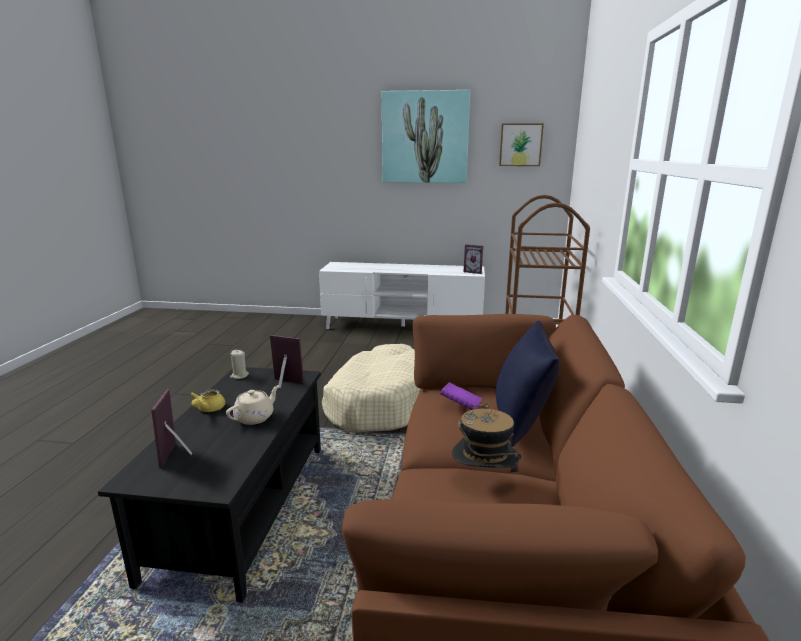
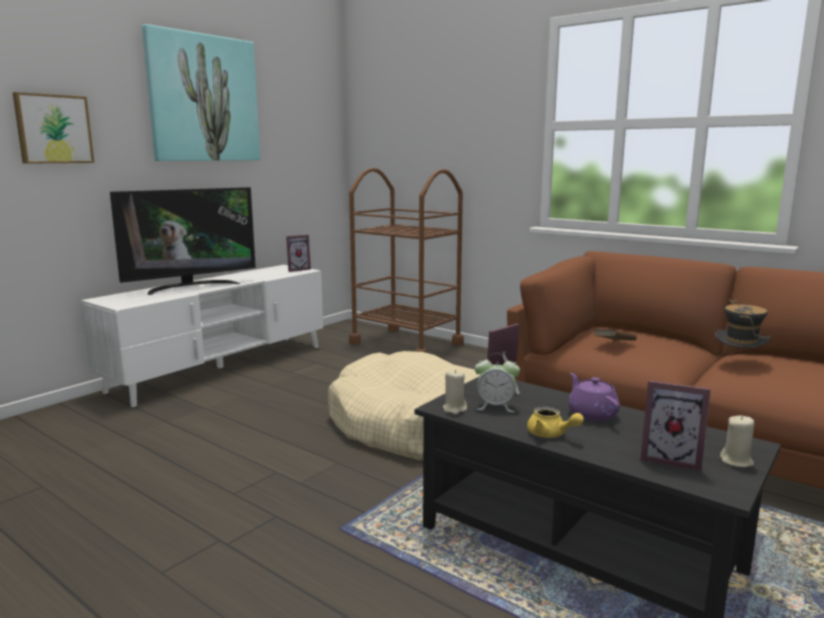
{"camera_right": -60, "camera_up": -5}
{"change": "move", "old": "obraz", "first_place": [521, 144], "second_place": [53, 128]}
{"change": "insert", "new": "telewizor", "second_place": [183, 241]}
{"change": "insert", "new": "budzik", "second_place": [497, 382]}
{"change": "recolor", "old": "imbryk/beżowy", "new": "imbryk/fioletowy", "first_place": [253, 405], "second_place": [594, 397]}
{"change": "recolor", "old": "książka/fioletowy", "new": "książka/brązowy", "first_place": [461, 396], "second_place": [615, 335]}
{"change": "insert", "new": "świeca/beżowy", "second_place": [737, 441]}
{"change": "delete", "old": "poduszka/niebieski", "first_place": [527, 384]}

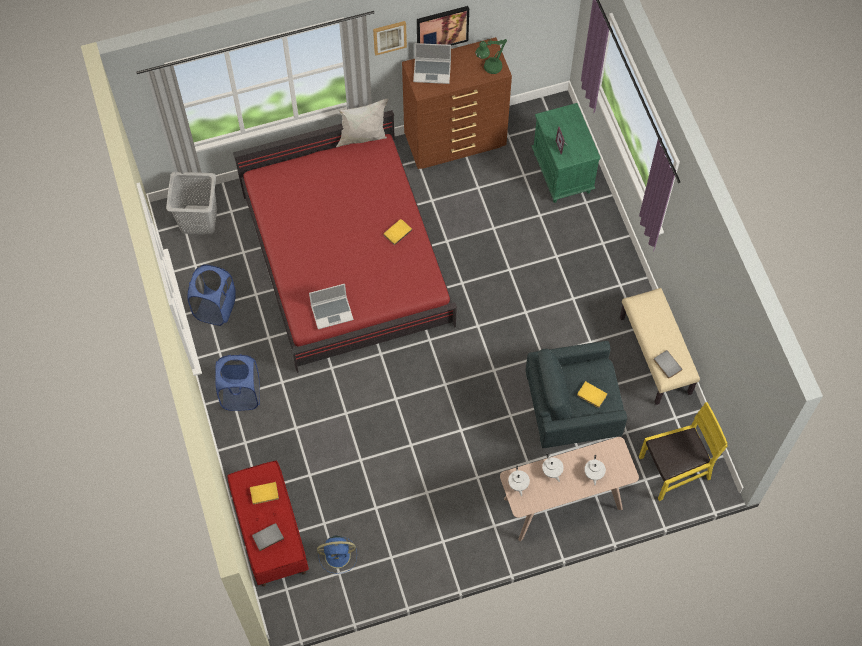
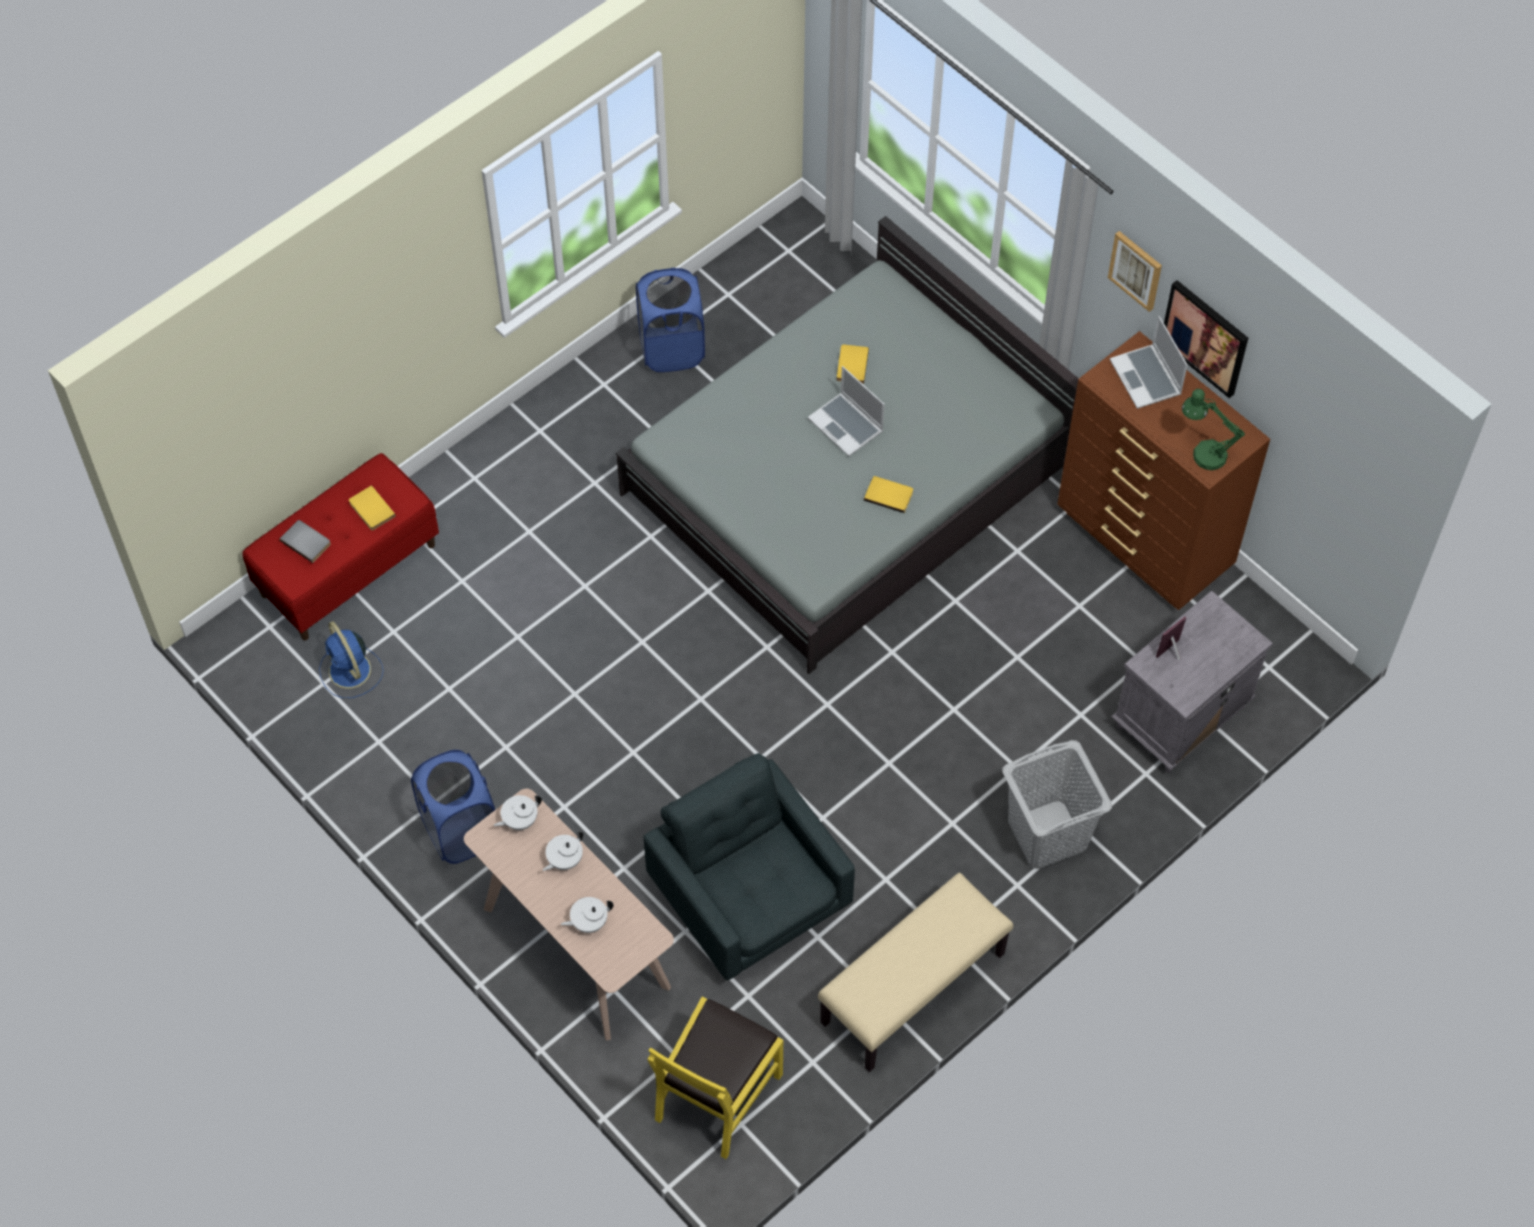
{"camera_right": 65, "camera_up": -5}
{"change": "move", "old": "kosz na pranie/niebieski", "first_place": [237, 382], "second_place": [453, 807]}
{"change": "recolor", "old": "łóżko/czerwony", "new": "łóżko/szary", "first_place": [345, 241], "second_place": [847, 445]}
{"change": "rotate", "old": "krzesło/żółty", "first_place": [683, 451], "second_place": [715, 1078], "degrees": 75}
{"change": "move", "old": "laptop", "first_place": [331, 306], "second_place": [846, 411]}
{"change": "move", "old": "książka/żółty", "first_place": [592, 394], "second_place": [853, 364]}
{"change": "move", "old": "kosz na pranie/szary", "first_place": [191, 203], "second_place": [1057, 804]}
{"change": "recolor", "old": "szafka nocna/zielony", "new": "szafka nocna/szary", "first_place": [566, 153], "second_place": [1192, 682]}
{"change": "delete", "old": "poduszka/biały", "first_place": [362, 123]}
{"change": "delete", "old": "książka/szary", "first_place": [668, 364]}

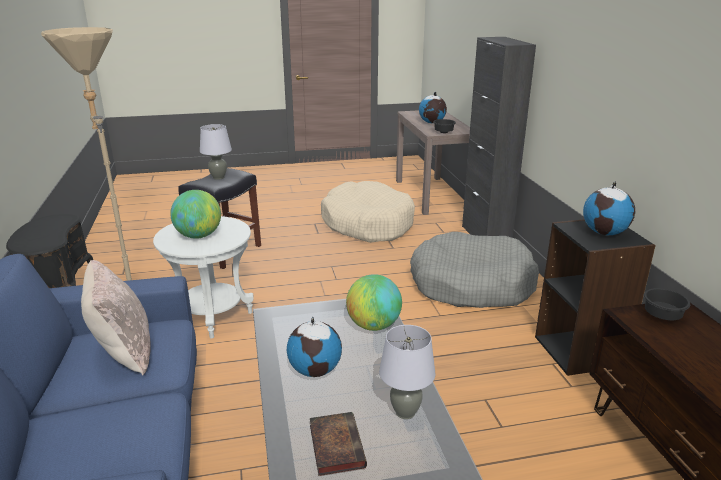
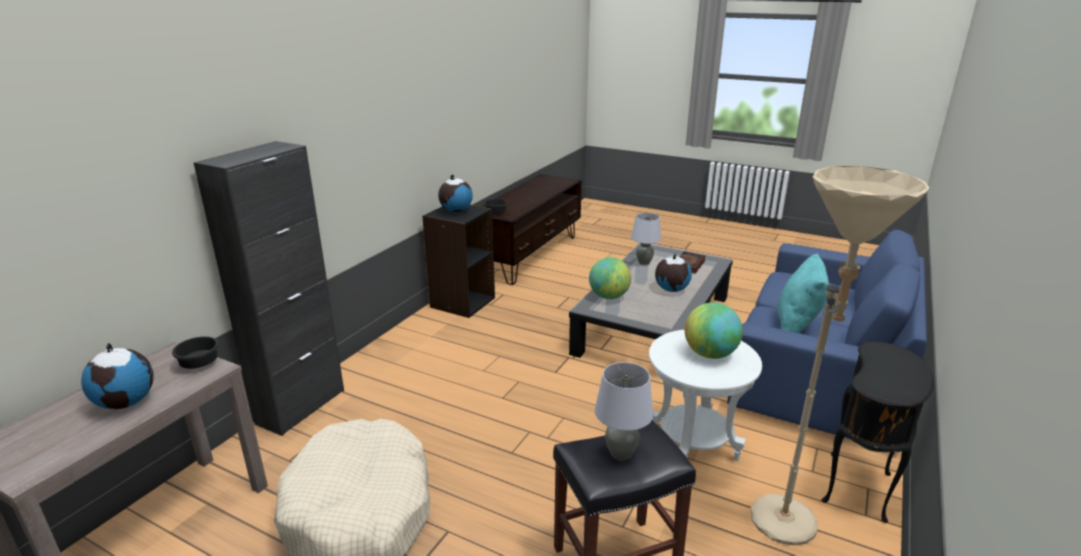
{"camera_right": -140, "camera_up": 0}
{"change": "recolor", "old": "poduszka/beżowy", "new": "poduszka/turkusowy", "first_place": [116, 318], "second_place": [803, 293]}
{"change": "delete", "old": "legowisko/szary", "first_place": [474, 270]}

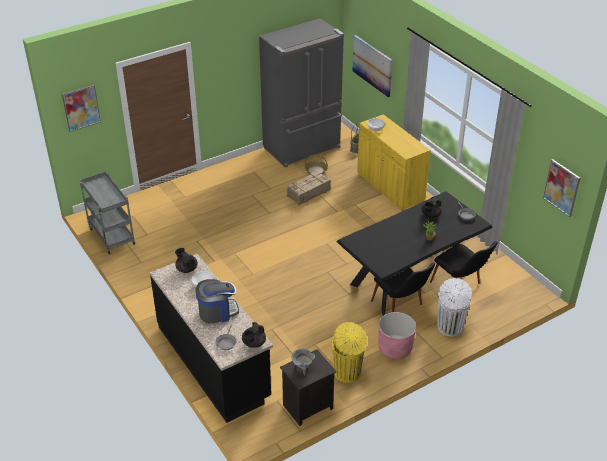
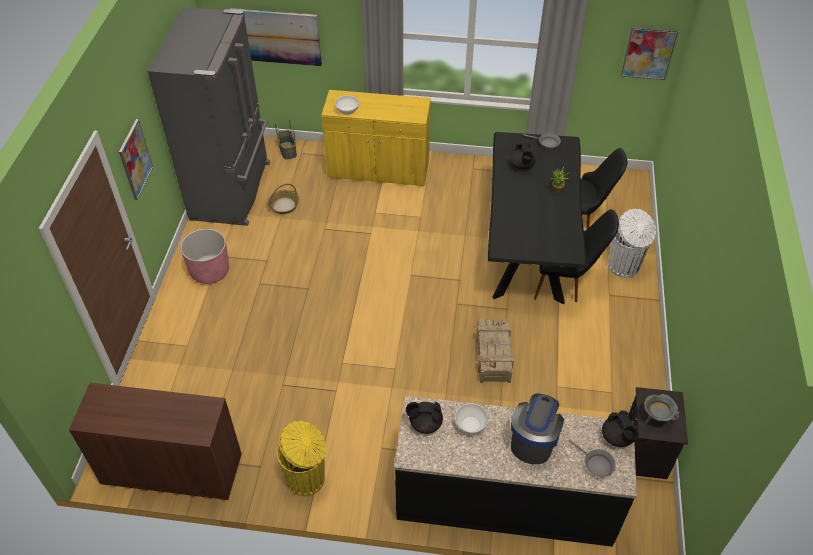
{"camera_right": -50, "camera_up": 10}
{"change": "replace", "old": "wózek/szary", "new": "szafka/brązowy", "first_place": [107, 212], "second_place": [155, 441]}
{"change": "move", "old": "obraz", "first_place": [81, 108], "second_place": [136, 159]}
{"change": "move", "old": "donica/różowy", "first_place": [397, 335], "second_place": [204, 256]}
{"change": "move", "old": "kosz na śmieci/żółty", "first_place": [349, 352], "second_place": [301, 458]}
{"change": "move", "old": "skrzynka", "first_place": [309, 188], "second_place": [495, 351]}

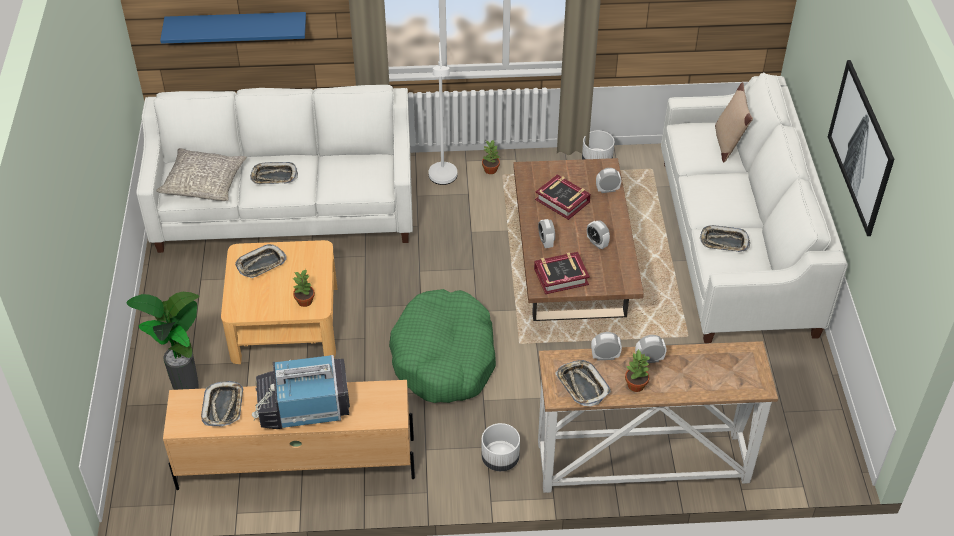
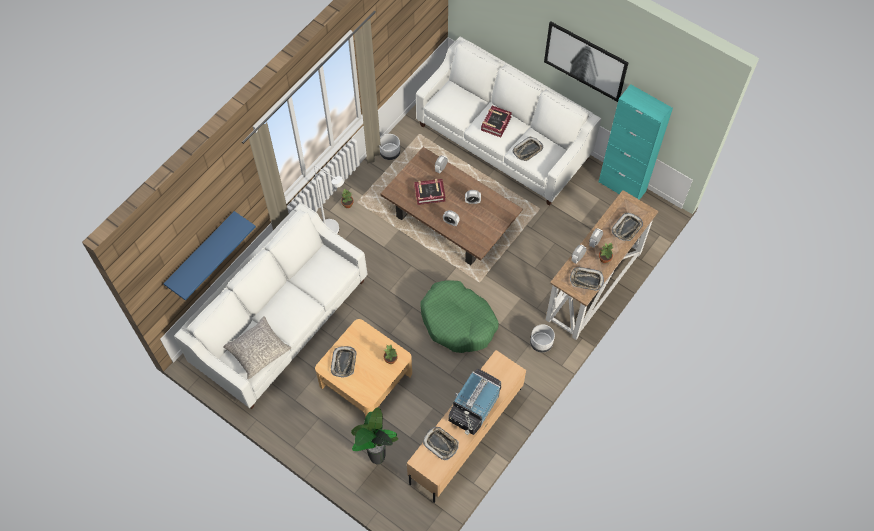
{"camera_right": -50, "camera_up": 15}
{"change": "move", "old": "książka", "first_place": [562, 273], "second_place": [496, 121]}
{"change": "insert", "new": "szafka/turkusowy", "second_place": [636, 142]}
{"change": "move", "old": "taca", "first_place": [274, 173], "second_place": [627, 227]}
{"change": "delete", "old": "poduszka/beżowy", "first_place": [734, 122]}

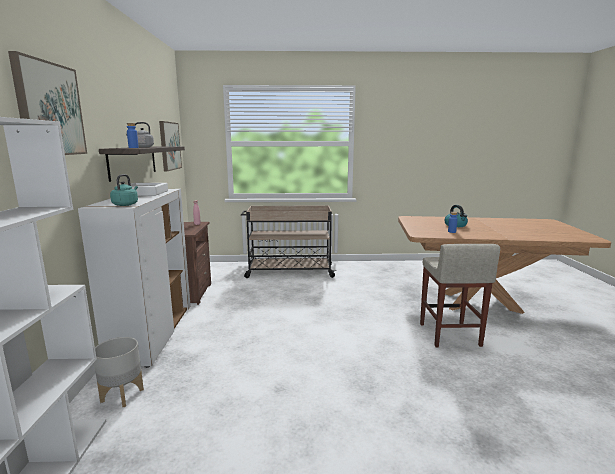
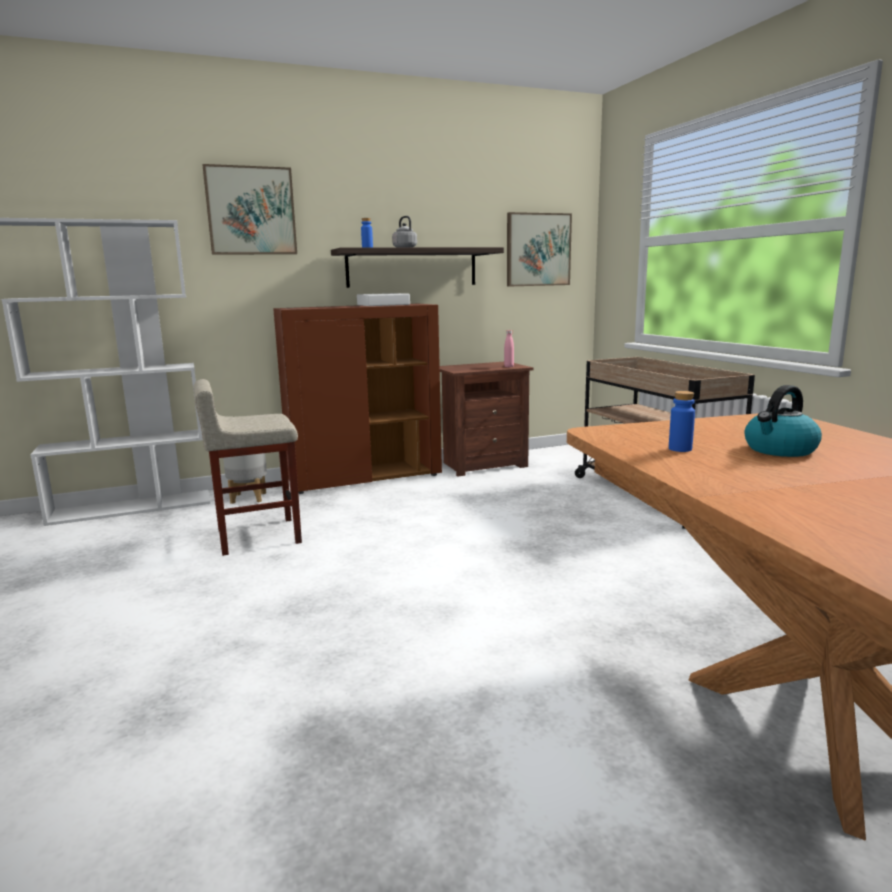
{"camera_right": 70, "camera_up": 0}
{"change": "move", "old": "stołek/beżowy", "first_place": [460, 295], "second_place": [247, 467]}
{"change": "recolor", "old": "szafka/biały", "new": "szafka/brązowy", "first_place": [134, 278], "second_place": [357, 399]}
{"change": "delete", "old": "czajnik/turkusowy", "first_place": [124, 190]}

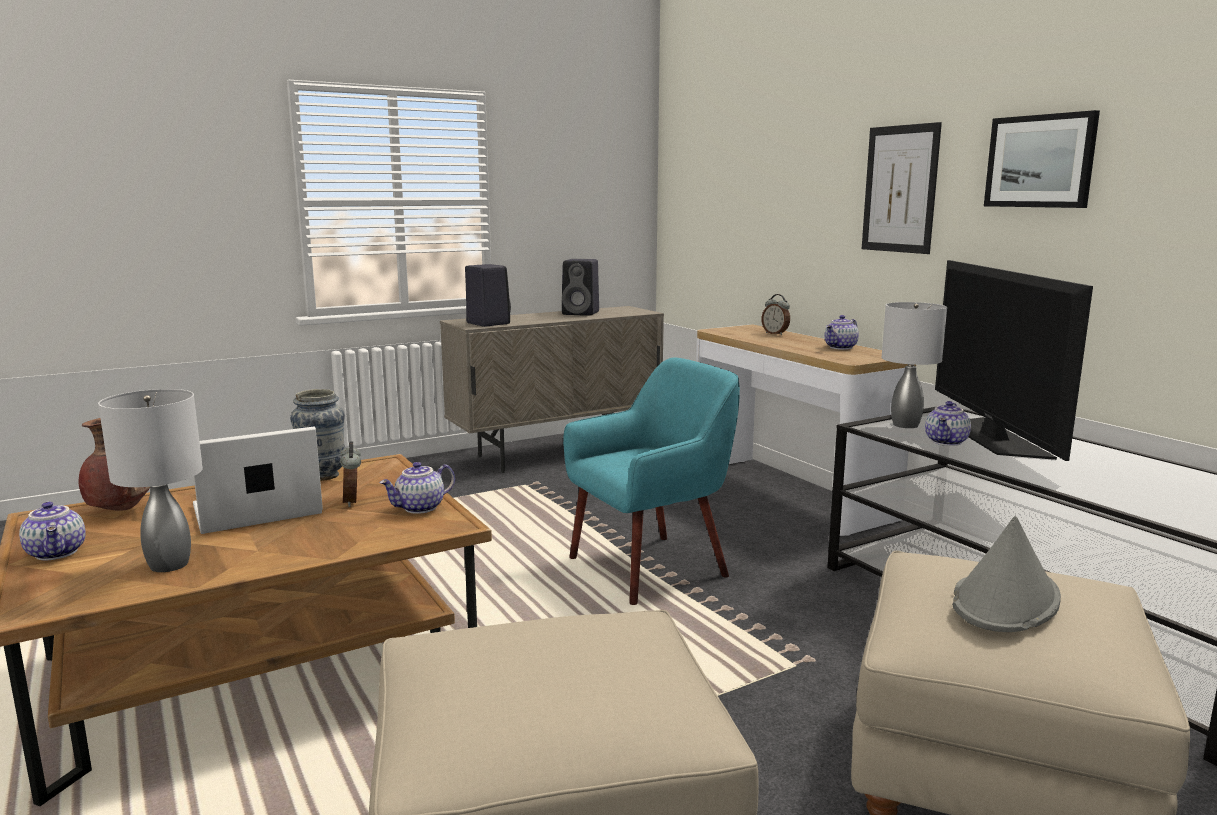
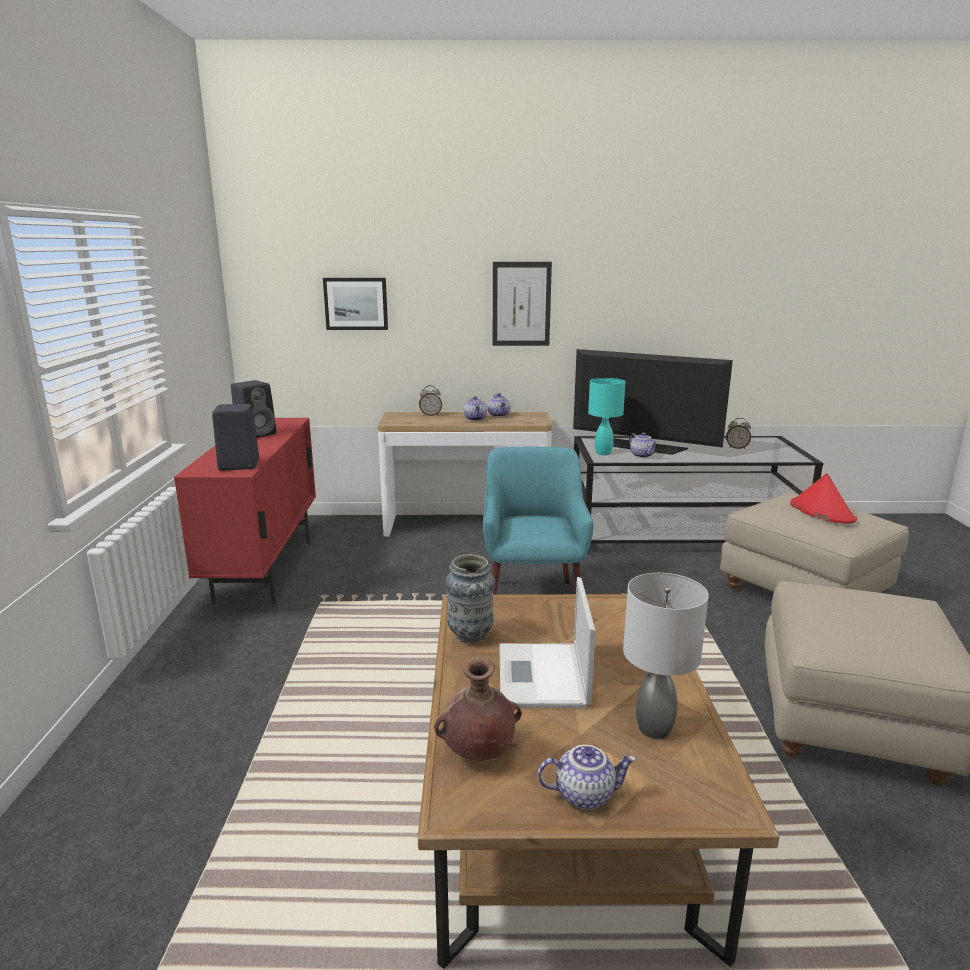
{"camera_right": -60, "camera_up": 5}
{"change": "recolor", "old": "szafka/beżowy", "new": "szafka/czerwony", "first_place": [552, 389], "second_place": [245, 511]}
{"change": "move", "old": "obraz", "first_place": [1042, 159], "second_place": [355, 304]}
{"change": "move", "old": "imbryk", "first_place": [417, 488], "second_place": [475, 408]}
{"change": "recolor", "old": "lampa stołowa/szary", "new": "lampa stołowa/turkusowy", "first_place": [914, 365], "second_place": [607, 416]}
{"change": "move", "old": "budzik", "first_place": [350, 474], "second_place": [738, 433]}
{"change": "recolor", "old": "kapelusz/szary", "new": "kapelusz/czerwony", "first_place": [1006, 574], "second_place": [823, 498]}

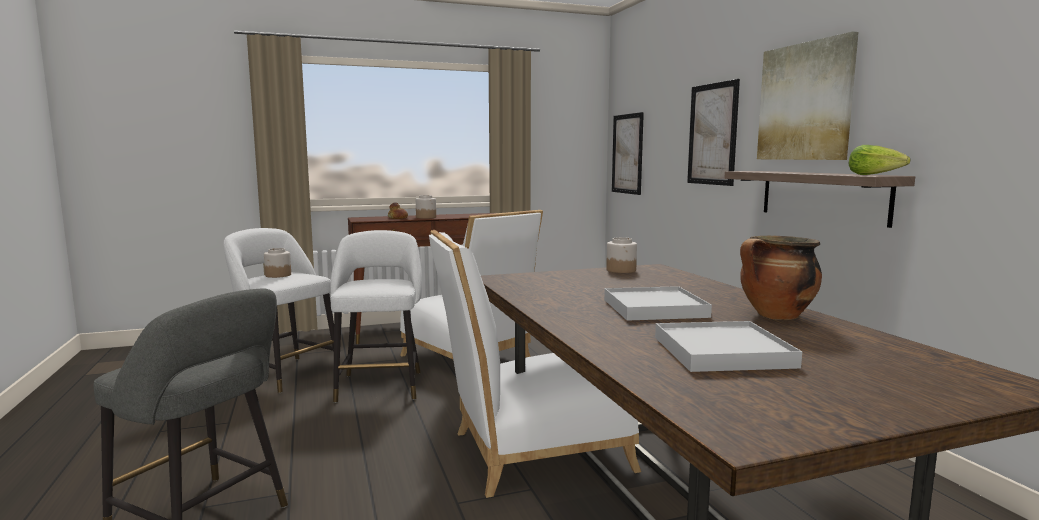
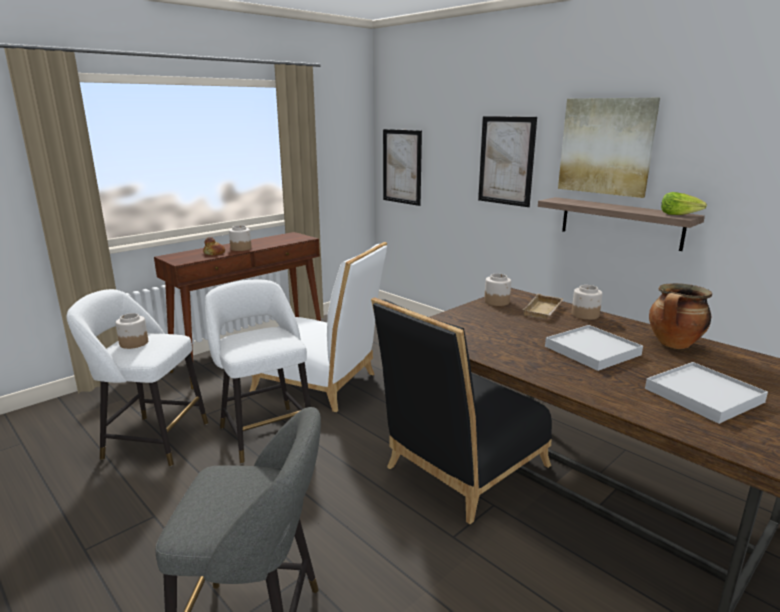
{"camera_right": -25, "camera_up": 10}
{"change": "recolor", "old": "krzesło/biały", "new": "krzesło/czarny", "first_place": [535, 364], "second_place": [461, 410]}
{"change": "insert", "new": "taca/beżowy", "second_place": [543, 306]}
{"change": "insert", "new": "słoik", "second_place": [587, 302]}

